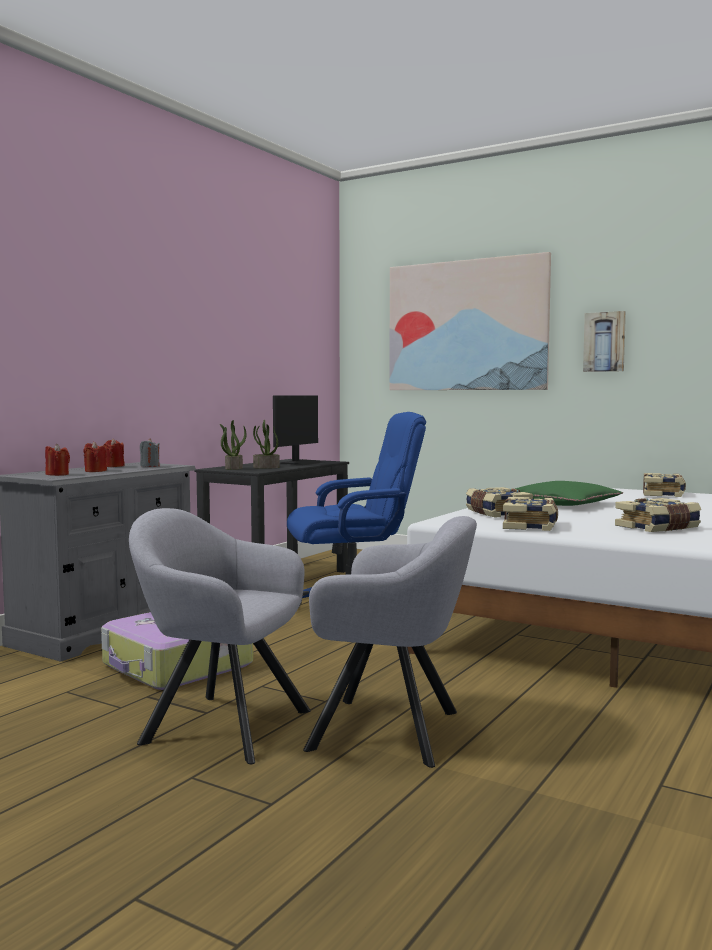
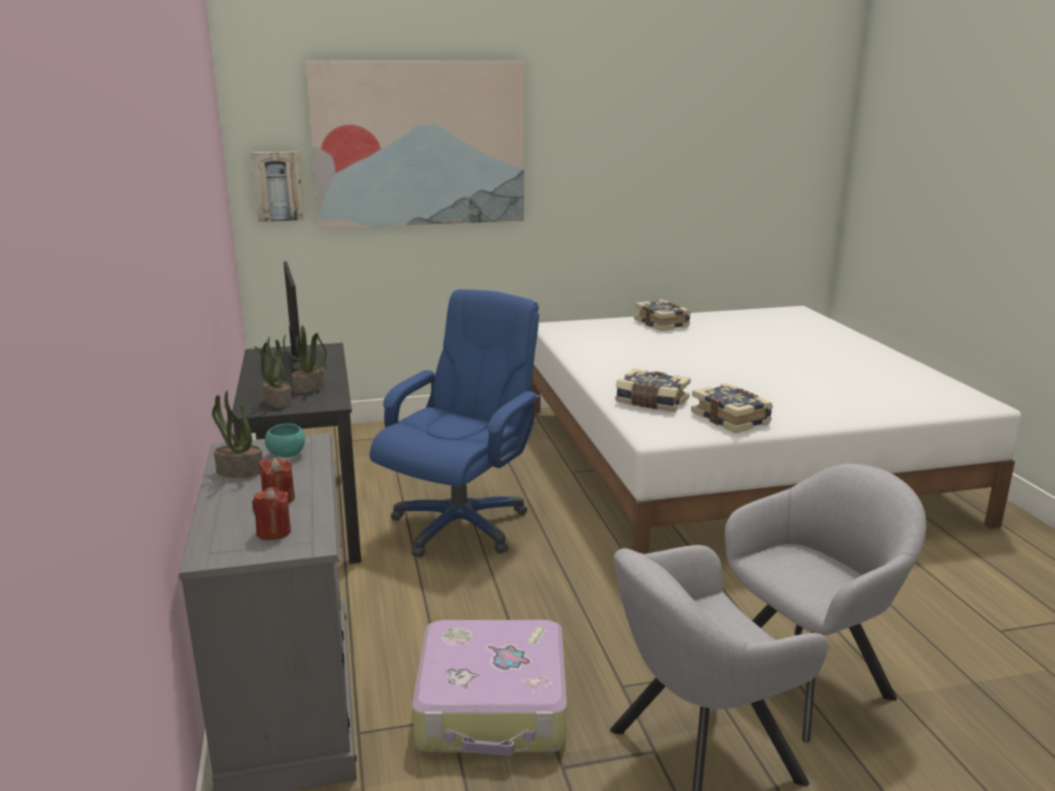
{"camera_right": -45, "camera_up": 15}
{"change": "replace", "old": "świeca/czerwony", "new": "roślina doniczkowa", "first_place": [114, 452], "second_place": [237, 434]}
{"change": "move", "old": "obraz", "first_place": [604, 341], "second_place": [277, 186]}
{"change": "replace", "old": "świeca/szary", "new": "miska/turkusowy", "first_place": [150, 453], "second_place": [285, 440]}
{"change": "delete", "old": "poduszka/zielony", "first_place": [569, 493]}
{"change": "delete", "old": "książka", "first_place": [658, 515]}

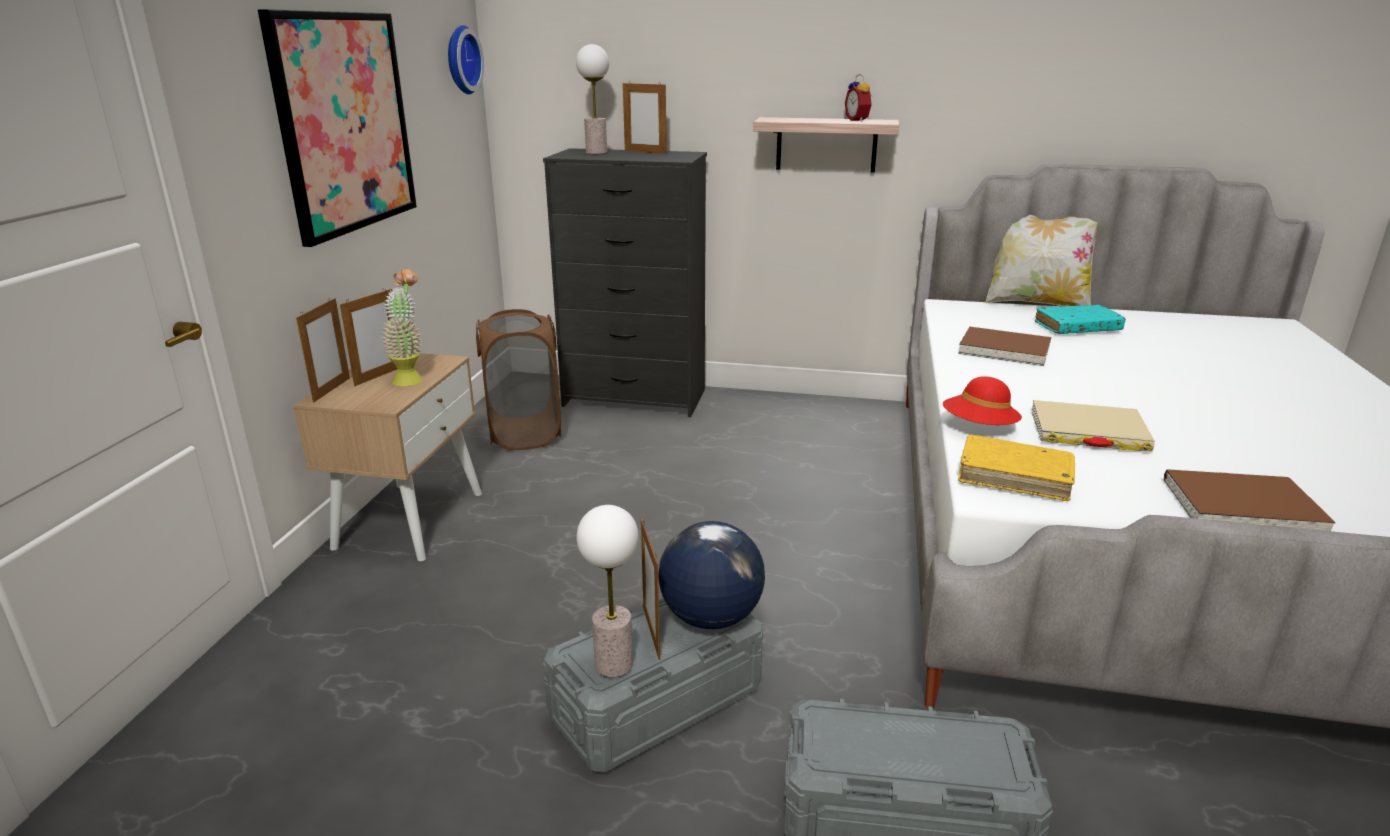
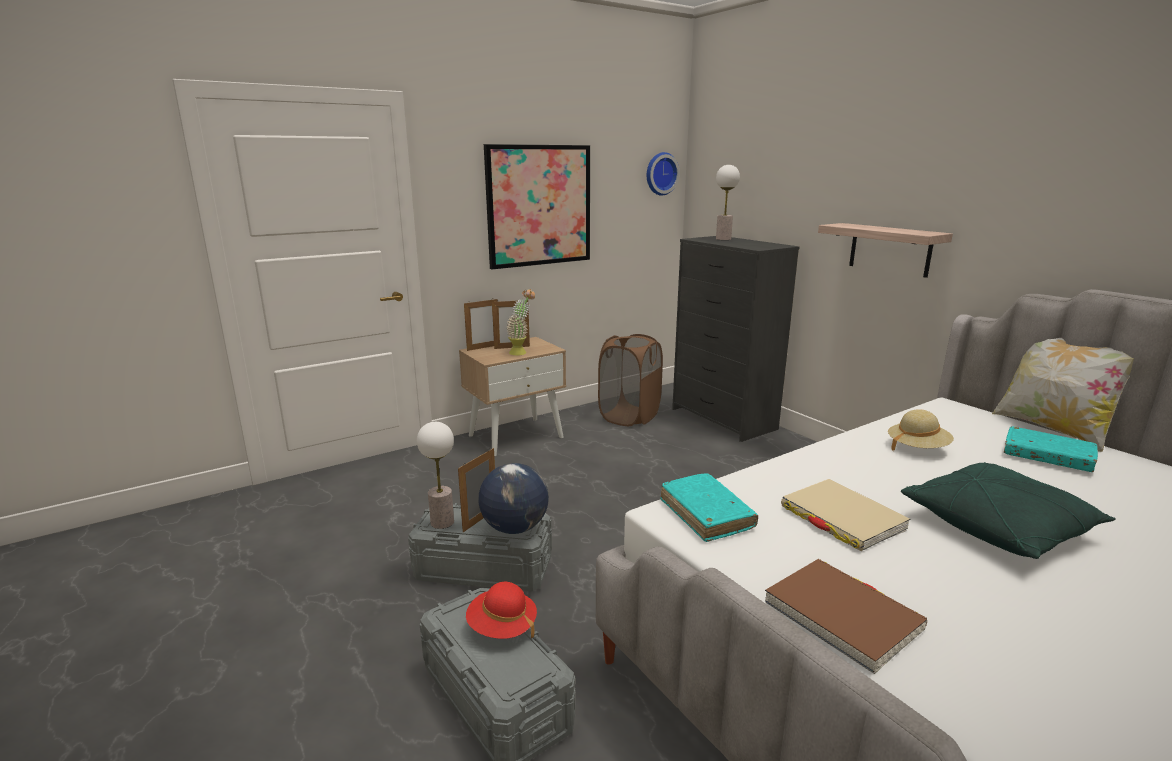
{"camera_right": 45, "camera_up": -5}
{"change": "move", "old": "kapelusz/czerwony", "first_place": [982, 400], "second_place": [501, 610]}
{"change": "recolor", "old": "książka/żółty", "new": "książka/turkusowy", "first_place": [1016, 468], "second_place": [709, 507]}
{"change": "replace", "old": "książka/brązowy", "new": "kapelusz/beżowy", "first_place": [1005, 346], "second_place": [921, 430]}
{"change": "insert", "new": "poduszka/zielony", "second_place": [1008, 510]}
{"change": "delete", "old": "ramka na zdjęcie", "first_place": [645, 117]}
{"change": "delete", "old": "budzik", "first_place": [859, 98]}

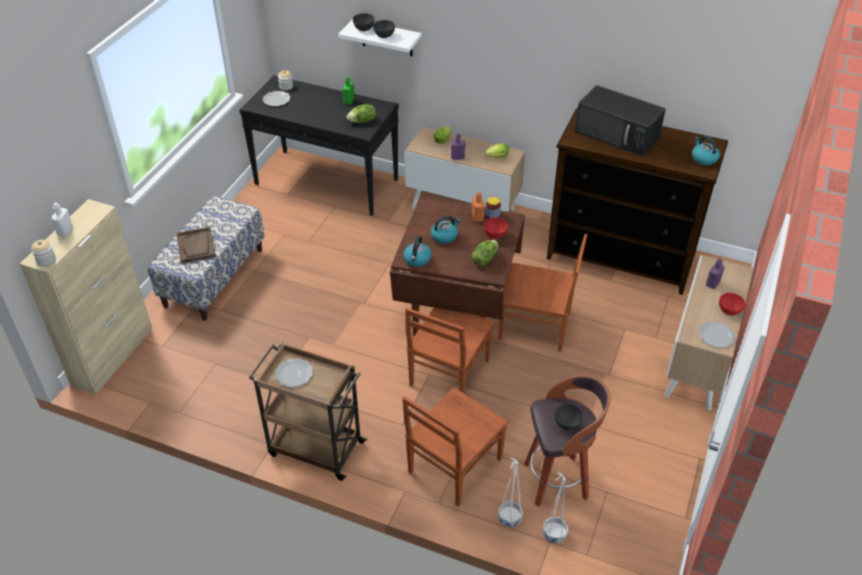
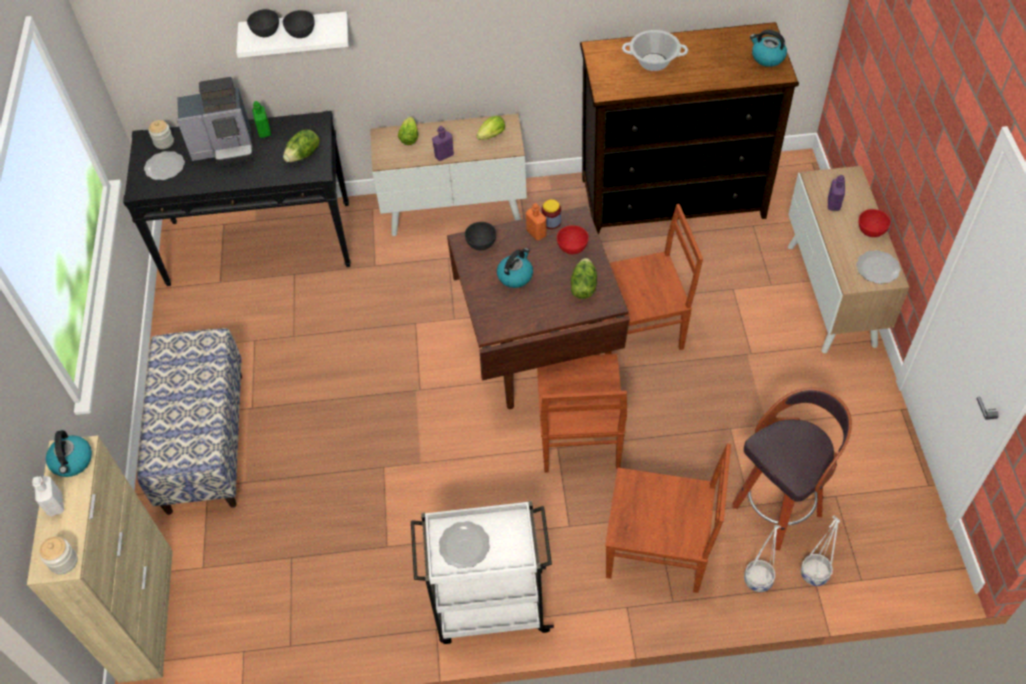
{"camera_right": -25, "camera_up": 10}
{"change": "move", "old": "czajnik", "first_place": [417, 251], "second_place": [69, 453]}
{"change": "insert", "new": "ekspres do kawy", "second_place": [215, 121]}
{"change": "recolor", "old": "wózek/brązowy", "new": "wózek/biały", "first_place": [308, 411], "second_place": [482, 572]}
{"change": "move", "old": "miska/szary", "first_place": [569, 417], "second_place": [480, 236]}
{"change": "rotate", "old": "krzesło/brązowy", "first_place": [455, 447], "second_place": [668, 518], "degrees": -90}
{"change": "replace", "old": "mikrofalówka/czarny", "new": "garnek", "first_place": [620, 121], "second_place": [655, 50]}
{"change": "delete", "old": "taca/brązowy", "first_place": [196, 245]}

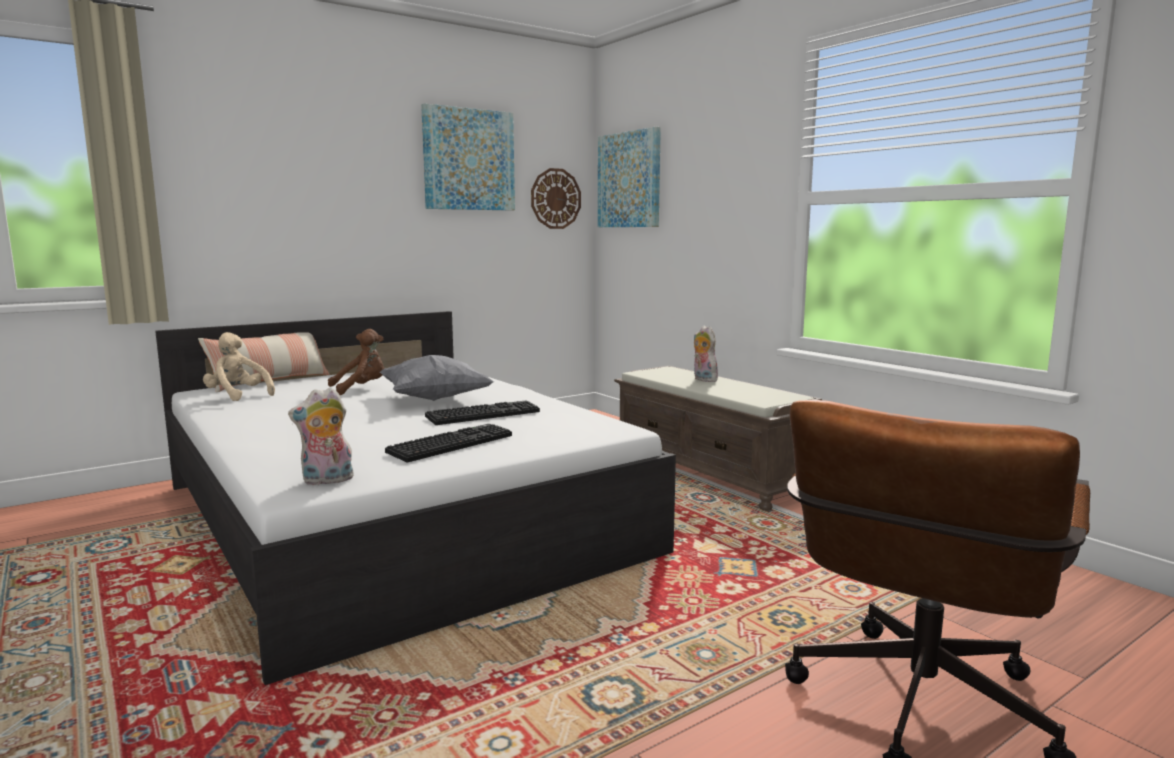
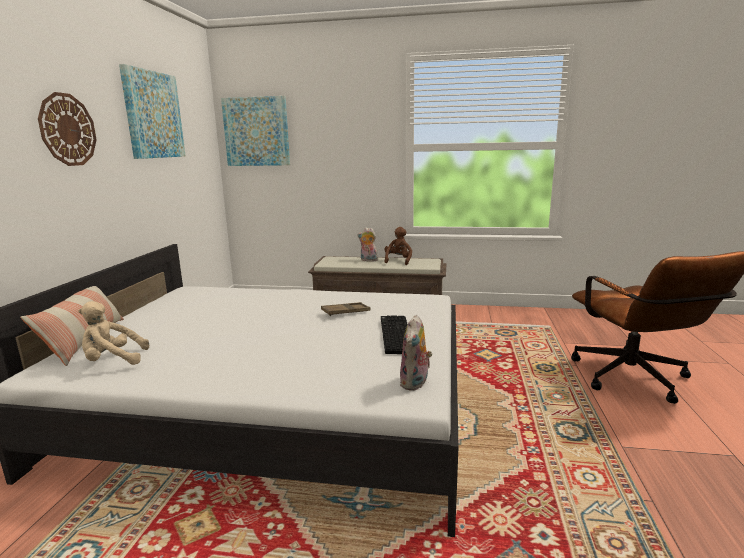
{"camera_right": -45, "camera_up": 5}
{"change": "move", "old": "zegar ścienny", "first_place": [556, 198], "second_place": [67, 129]}
{"change": "replace", "old": "klawiatura", "new": "taca/brązowy", "first_place": [482, 412], "second_place": [345, 309]}
{"change": "move", "old": "pluszak/brązowy", "first_place": [356, 362], "second_place": [398, 246]}
{"change": "delete", "old": "poduszka/szary", "first_place": [436, 378]}

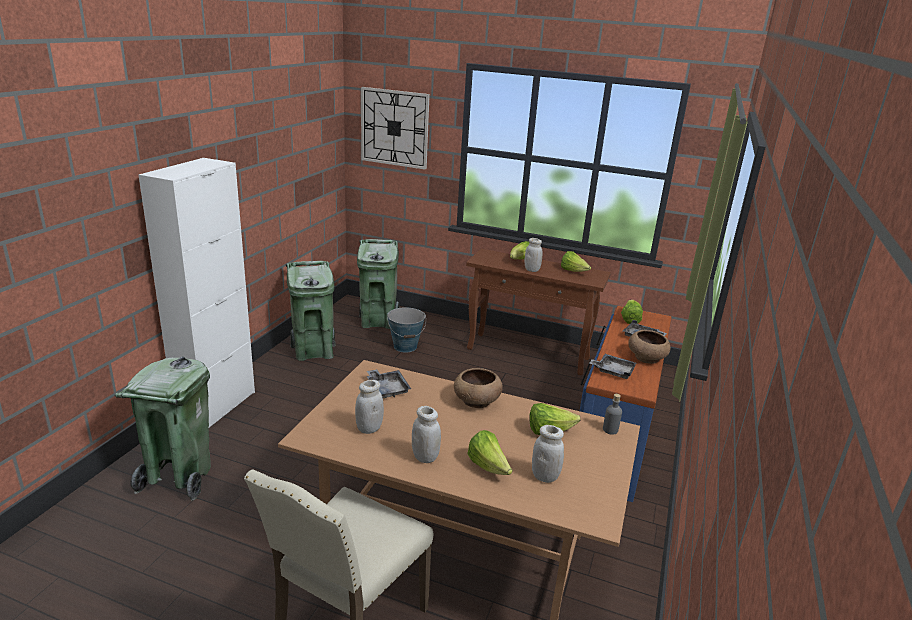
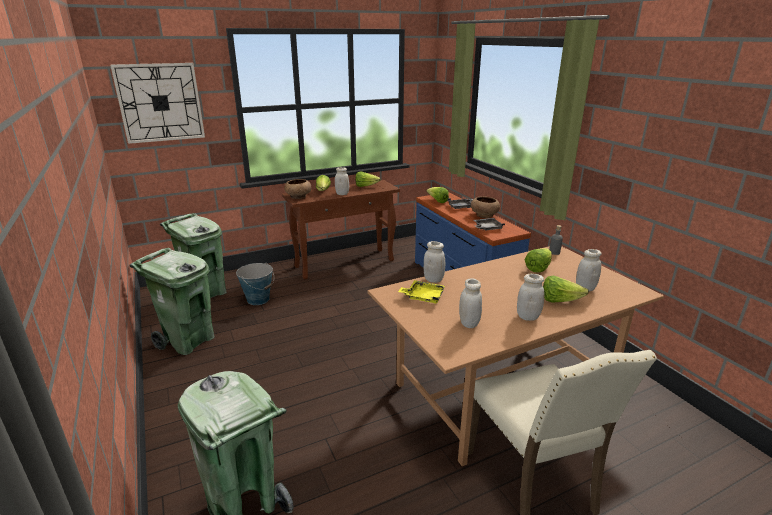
{"camera_right": -45, "camera_up": 0}
{"change": "move", "old": "miska/brązowy", "first_place": [478, 388], "second_place": [298, 189]}
{"change": "recolor", "old": "taca/szary", "new": "taca/żółty", "first_place": [389, 383], "second_place": [421, 292]}
{"change": "insert", "new": "słoik/biały", "second_place": [434, 262]}
{"change": "delete", "old": "szafka/biały", "first_place": [196, 293]}

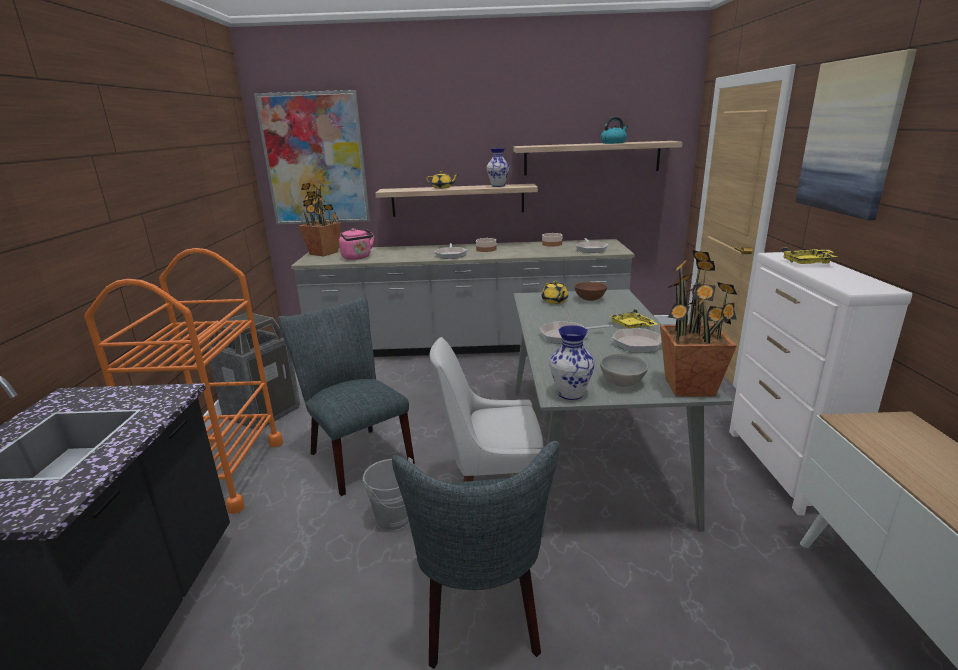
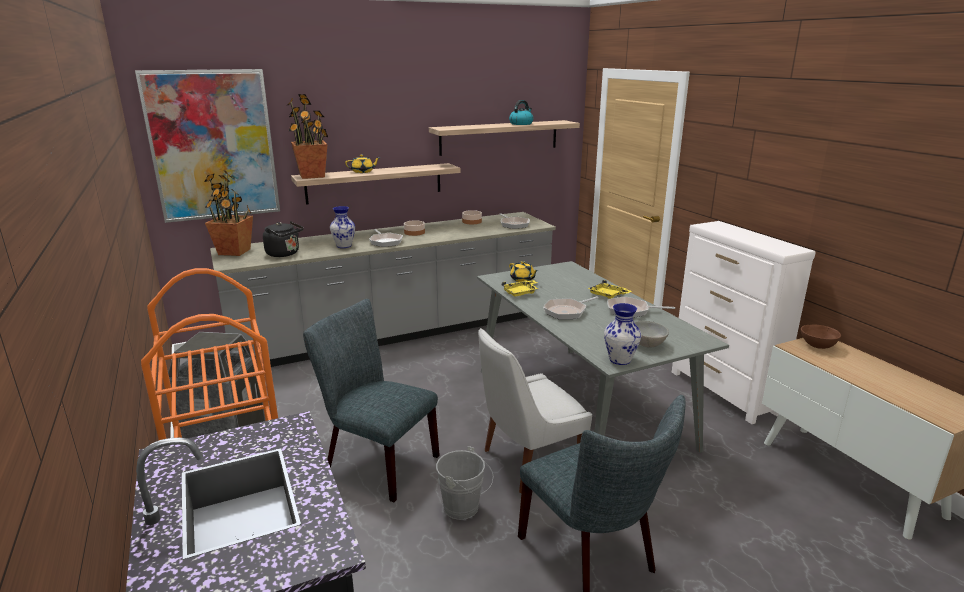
{"camera_right": -25, "camera_up": 0}
{"change": "recolor", "old": "czajnik/różowy", "new": "czajnik/czarny", "first_place": [356, 244], "second_place": [283, 239]}
{"change": "move", "old": "roślina doniczkowa", "first_place": [698, 323], "second_place": [307, 136]}
{"change": "move", "old": "wazon", "first_place": [497, 167], "second_place": [342, 227]}
{"change": "move", "old": "taca/żółty", "first_place": [809, 255], "second_place": [520, 288]}
{"change": "move", "old": "miska/brązowy", "first_place": [590, 291], "second_place": [821, 337]}
{"change": "delete", "old": "obraz", "first_place": [856, 134]}

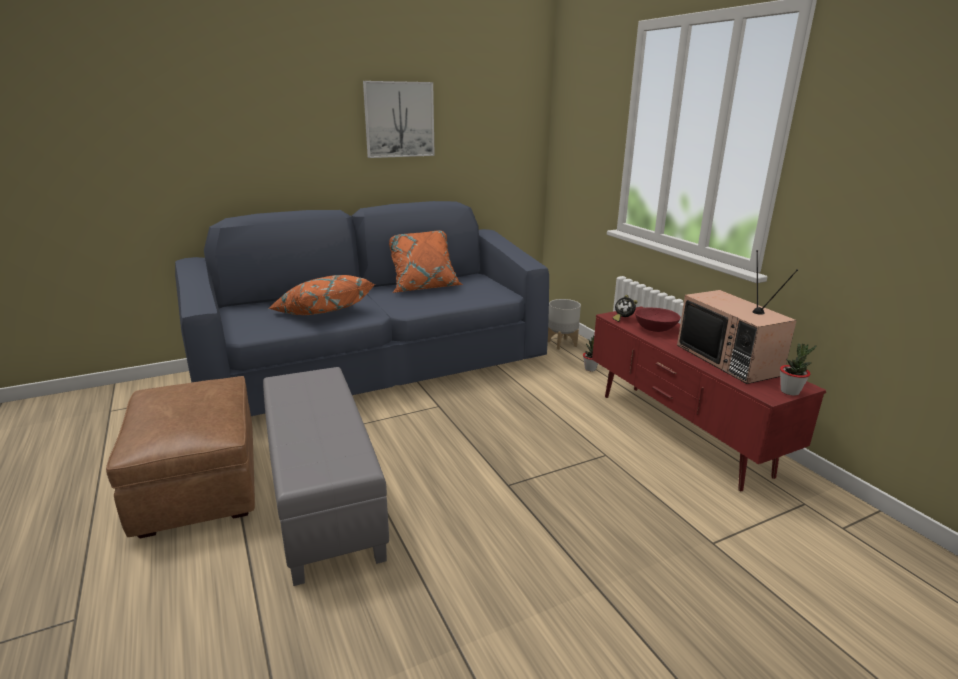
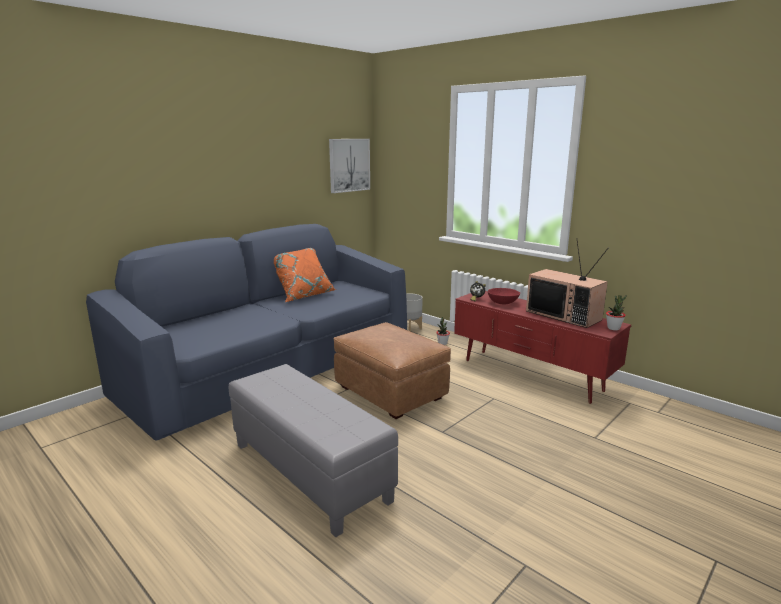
{"camera_right": -20, "camera_up": -5}
{"change": "move", "old": "obraz", "first_place": [399, 119], "second_place": [349, 166]}
{"change": "move", "old": "pufa/brązowy", "first_place": [180, 457], "second_place": [392, 370]}
{"change": "delete", "old": "poduszka/pomarańczowy", "first_place": [321, 295]}

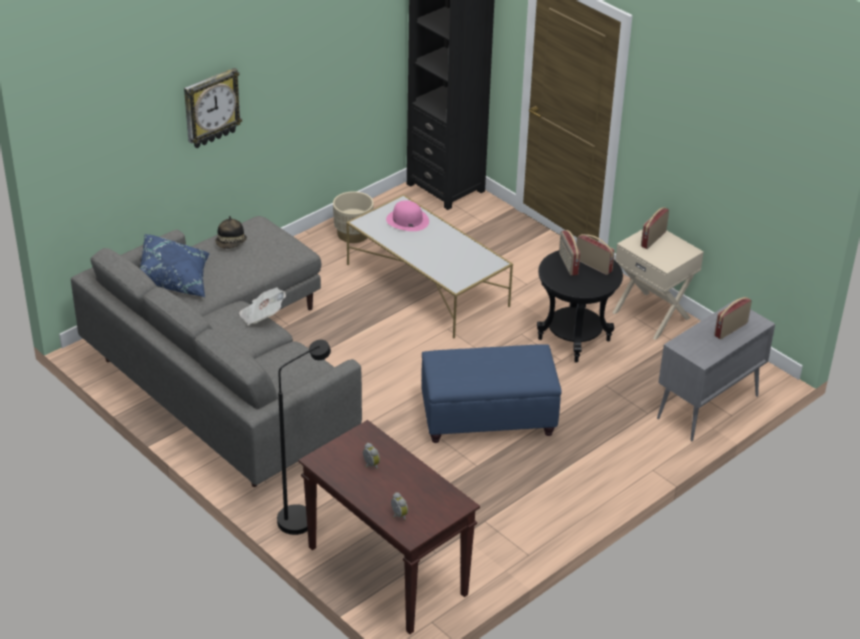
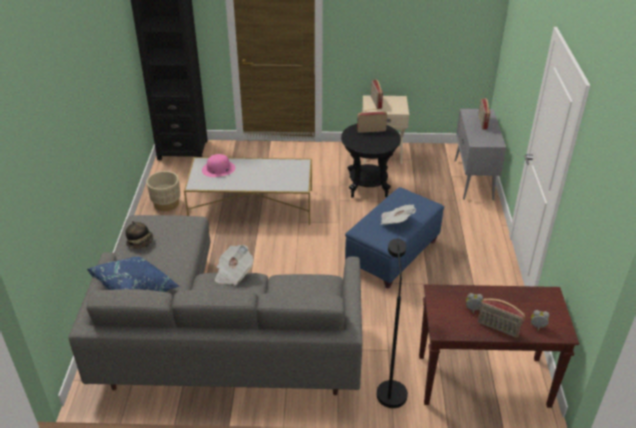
{"camera_right": -45, "camera_up": 0}
{"change": "insert", "new": "gazeta", "second_place": [398, 215]}
{"change": "move", "old": "radio", "first_place": [569, 253], "second_place": [501, 318]}
{"change": "delete", "old": "zegar ścienny", "first_place": [213, 108]}

